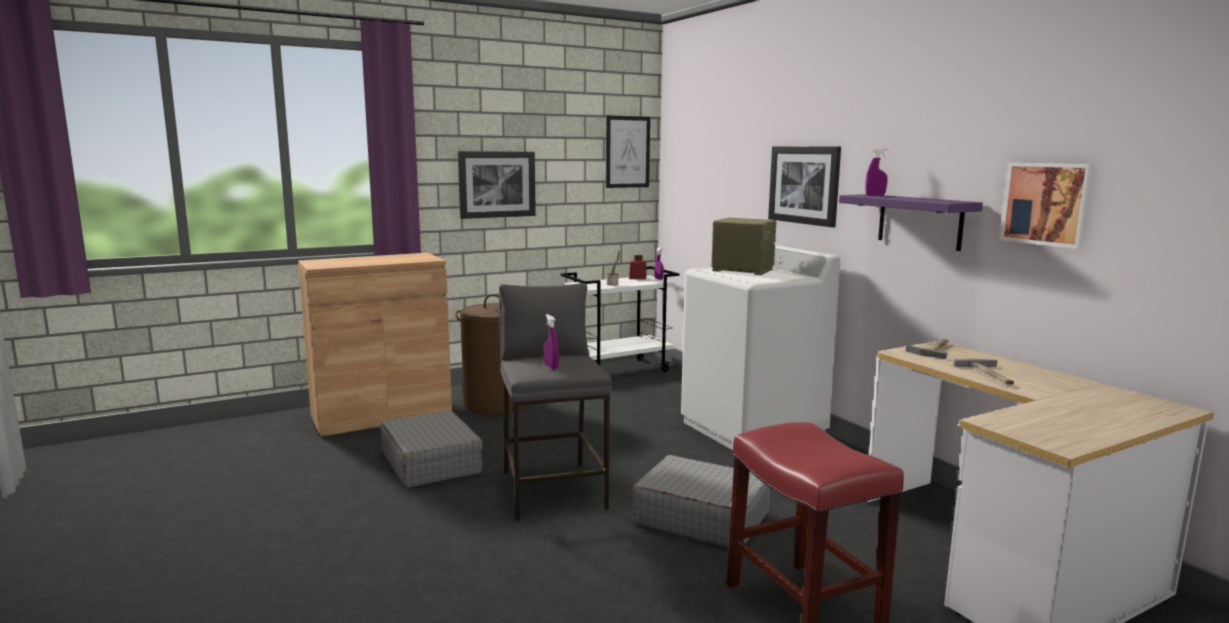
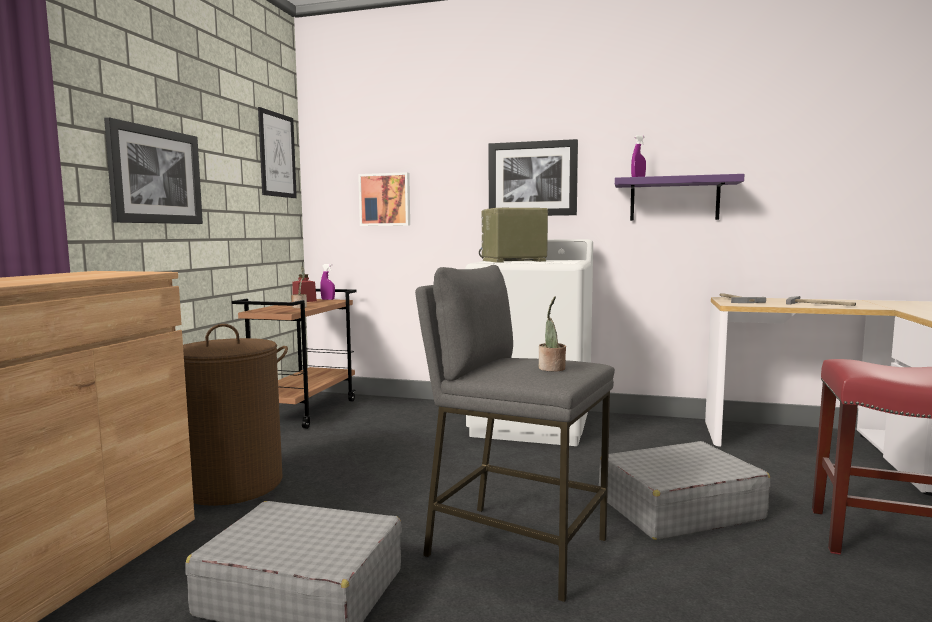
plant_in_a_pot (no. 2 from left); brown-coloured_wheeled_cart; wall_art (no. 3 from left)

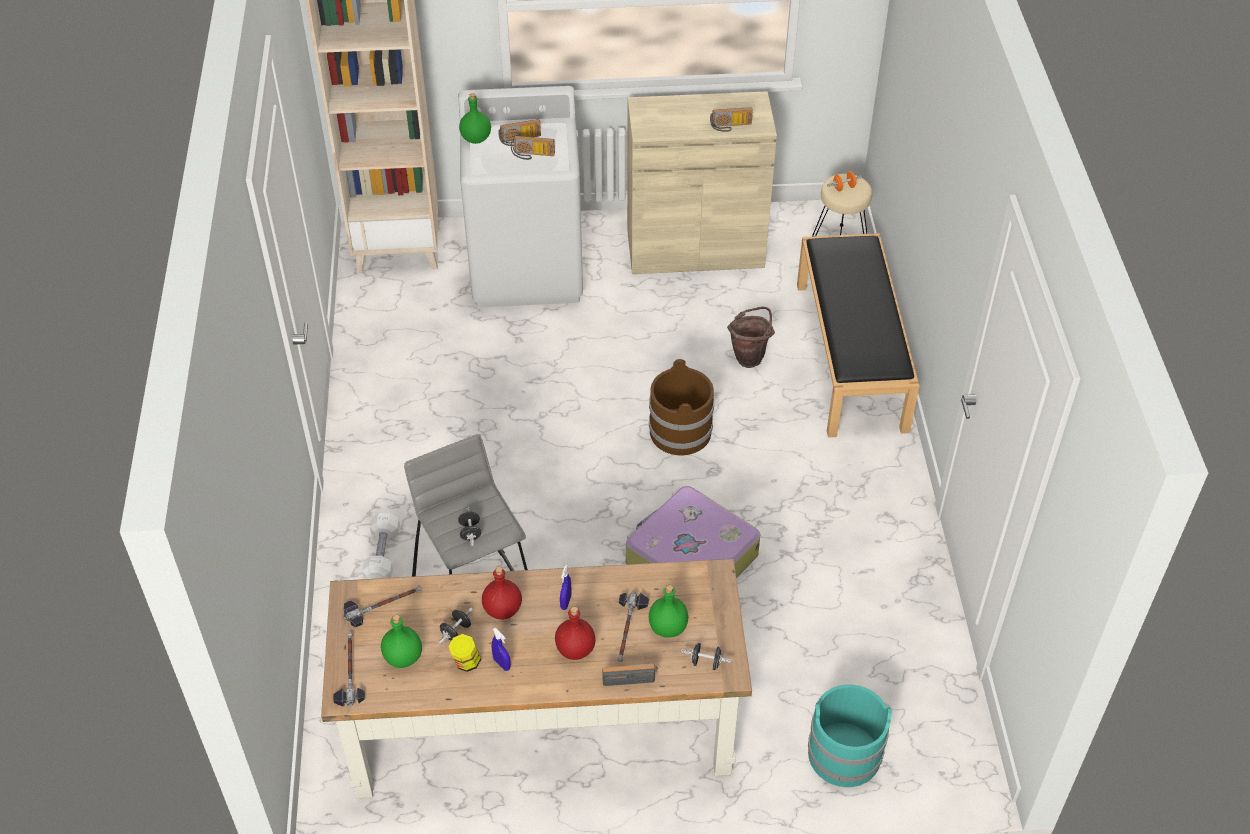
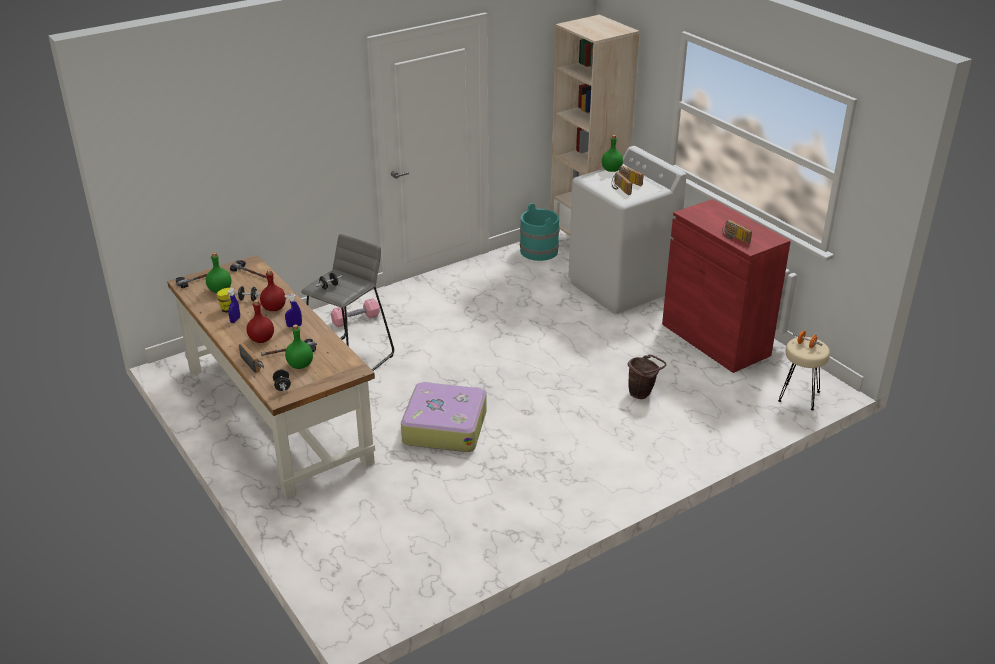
pink_free_weight; red_cabinet; brown-coloured_pail (no. 1 from left in the first image); black_bench; turquoise_pail

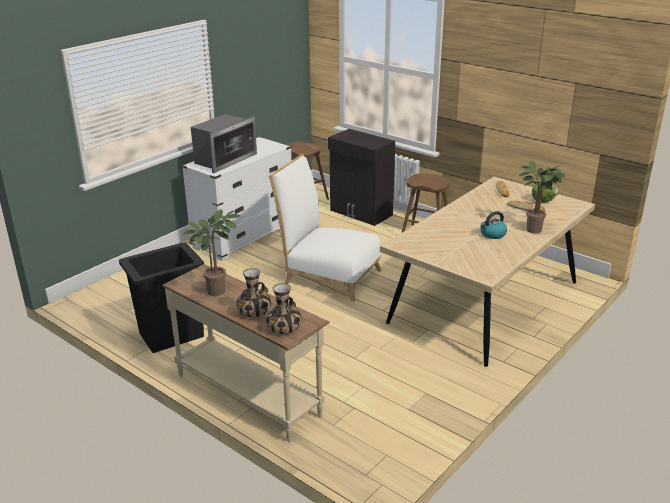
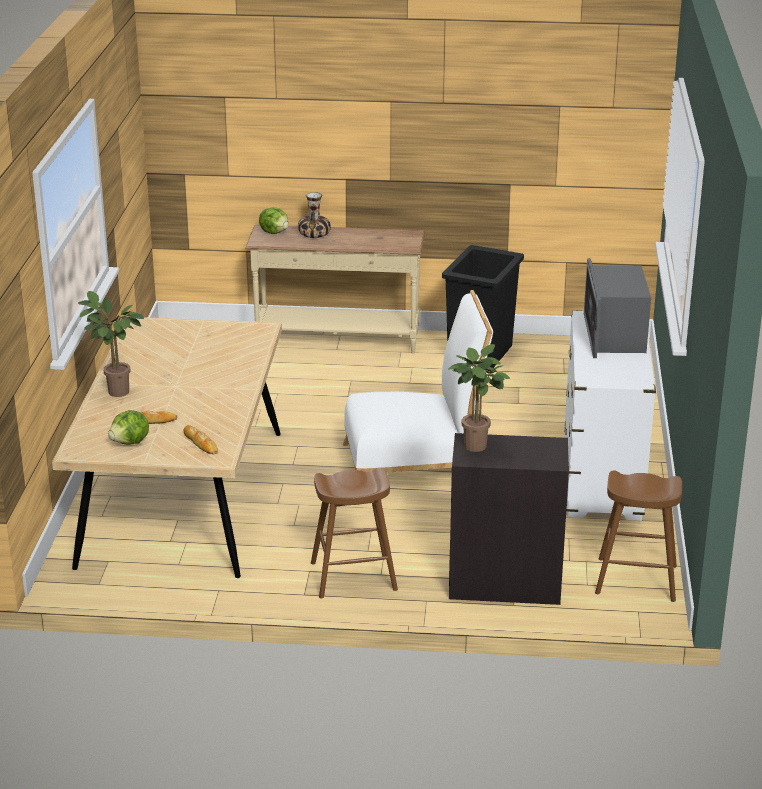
plant_in_a_pot (no. 2 from left); lettuce (no. 2 from left); tea_kettle

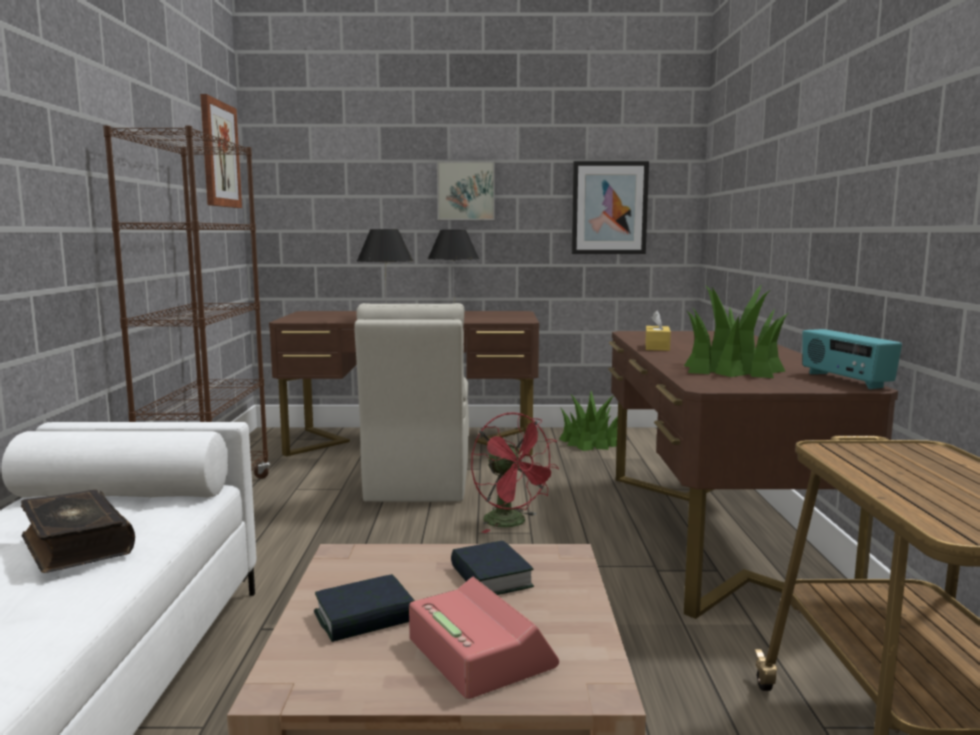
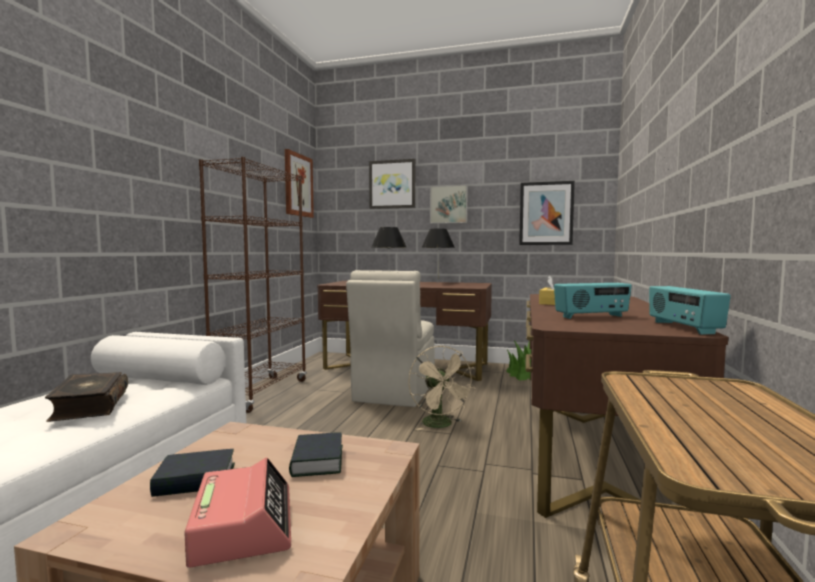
beige_electric_fan; radio_set (no. 1 from left); wall_art (no. 2 from left)

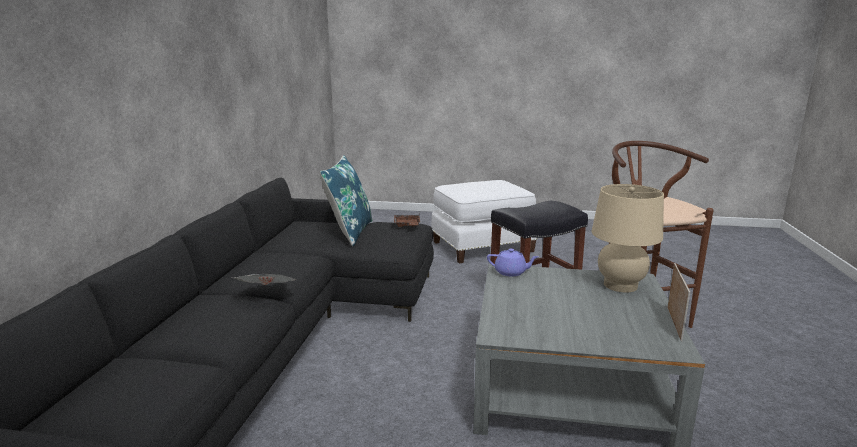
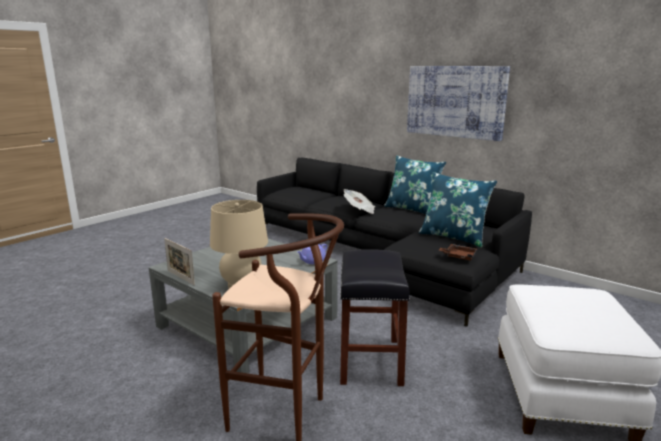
blue_throw_pillow (no. 1 from left); wall_art

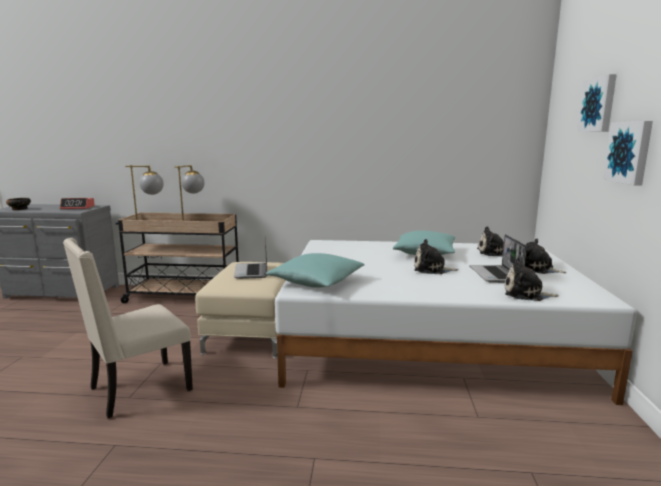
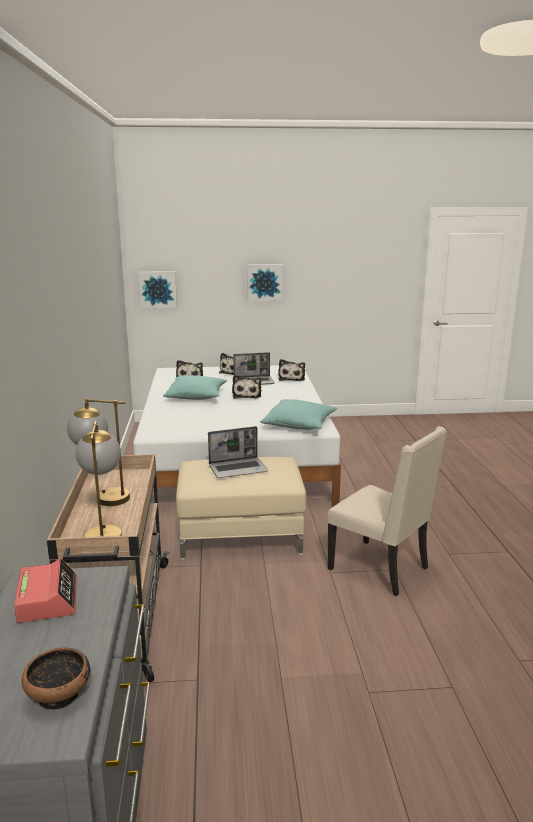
wall_art (no. 1 from left)

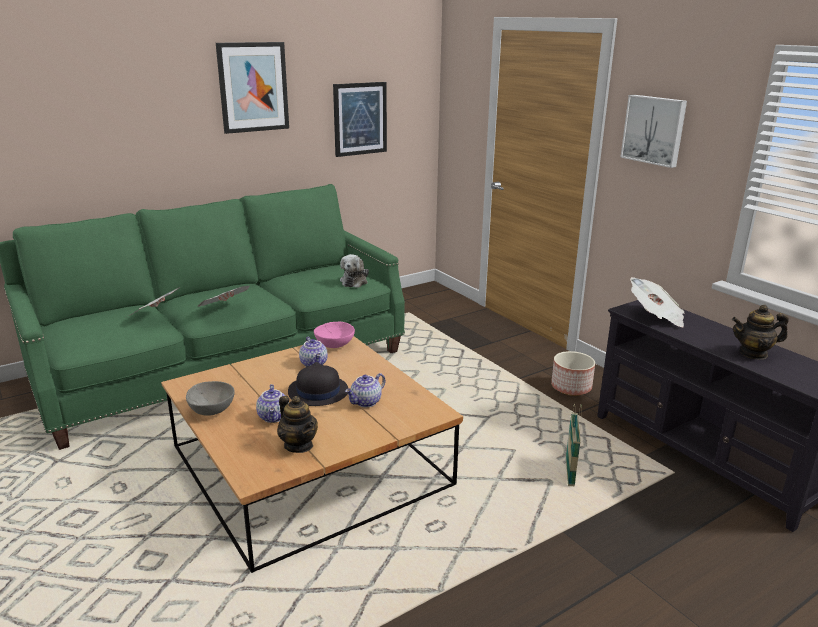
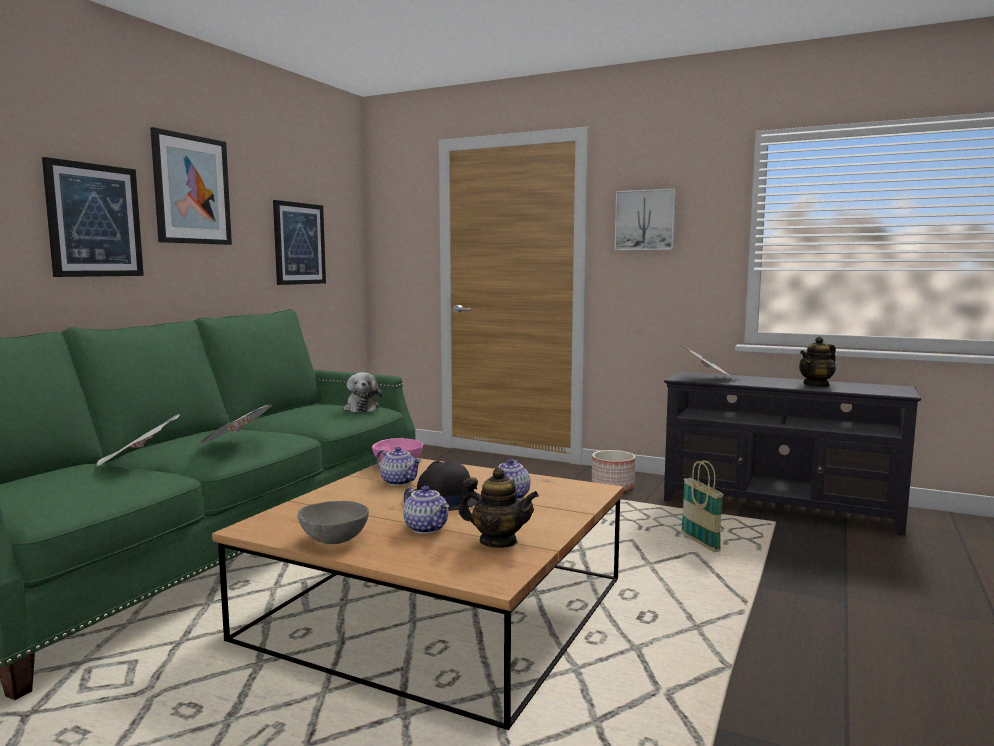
wall_art (no. 1 from left)

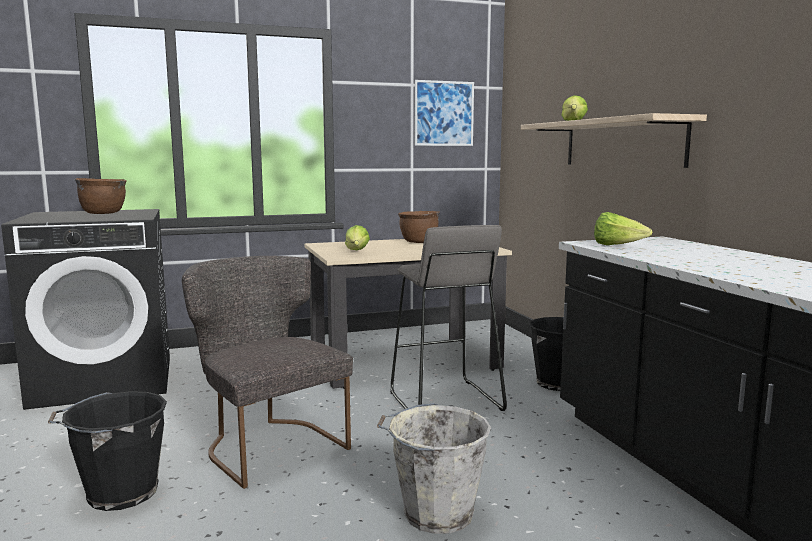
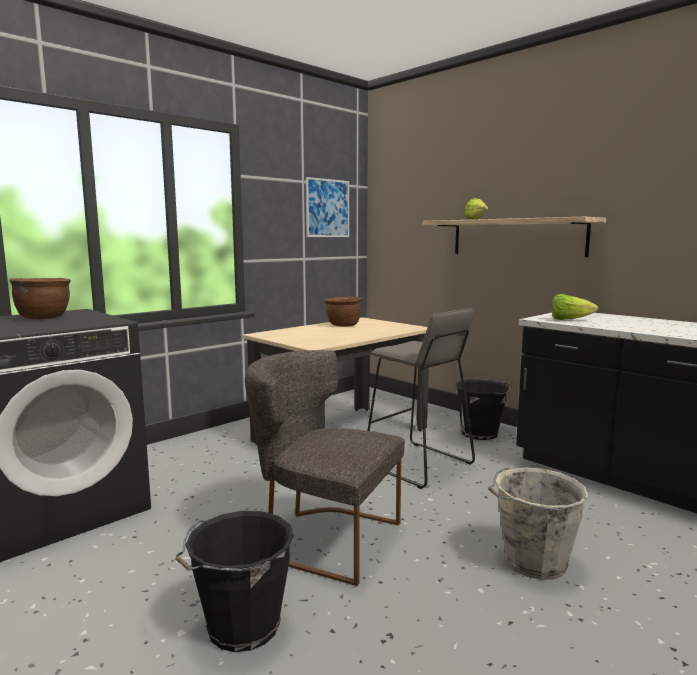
lettuce (no. 1 from left in the first image)

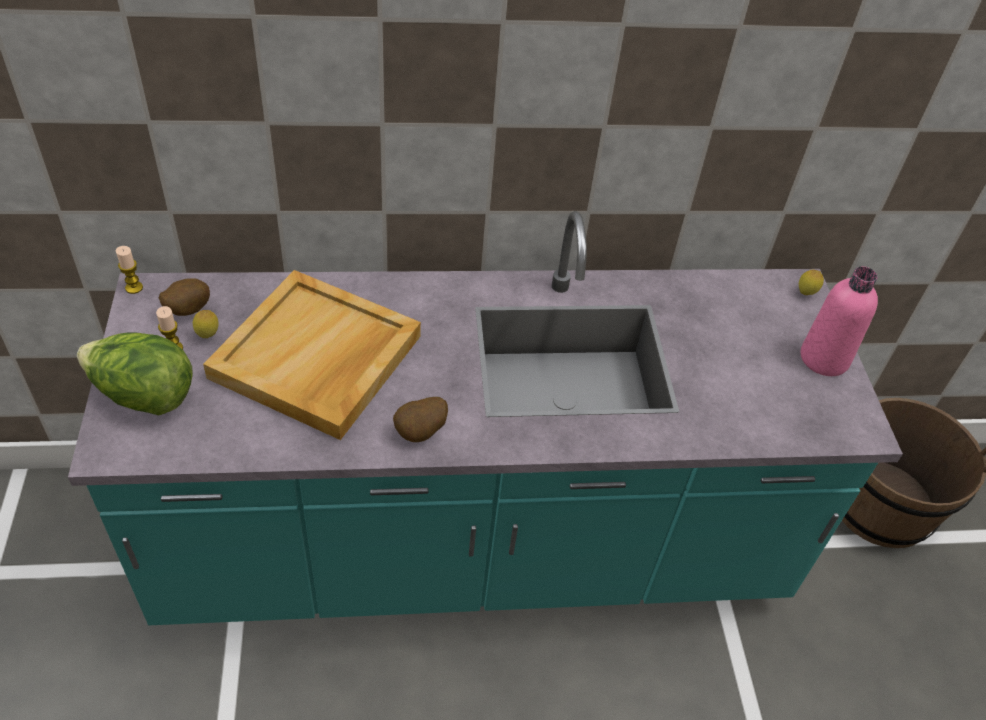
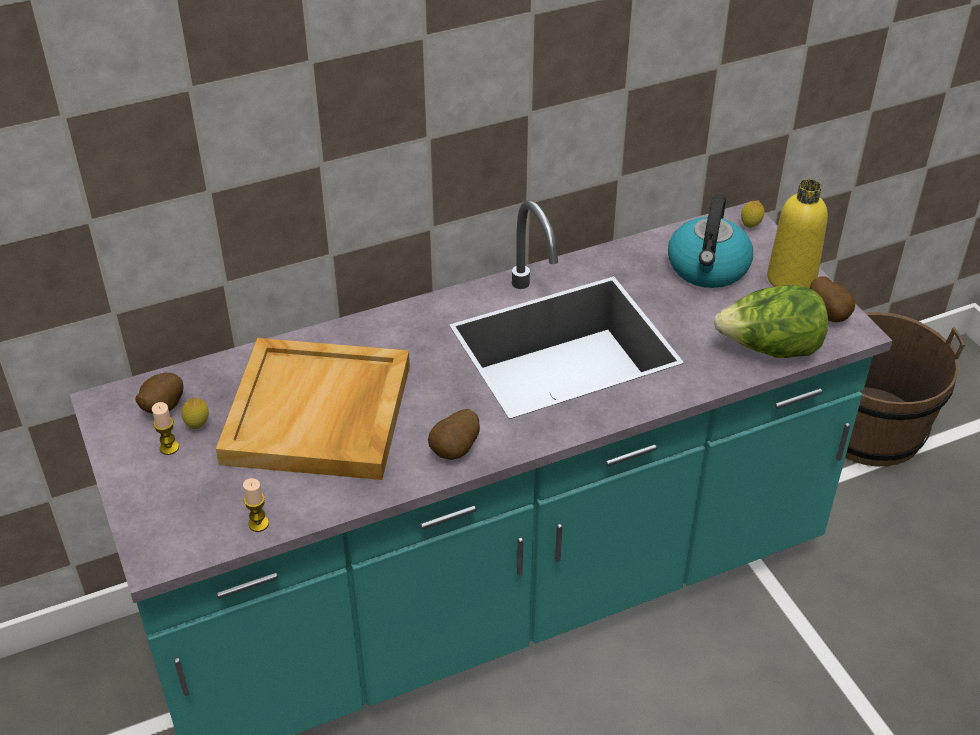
lettuce; candle (no. 2 from left); yellow_beverage_bottle; tea_kettle; whole_potato (no. 3 from left)

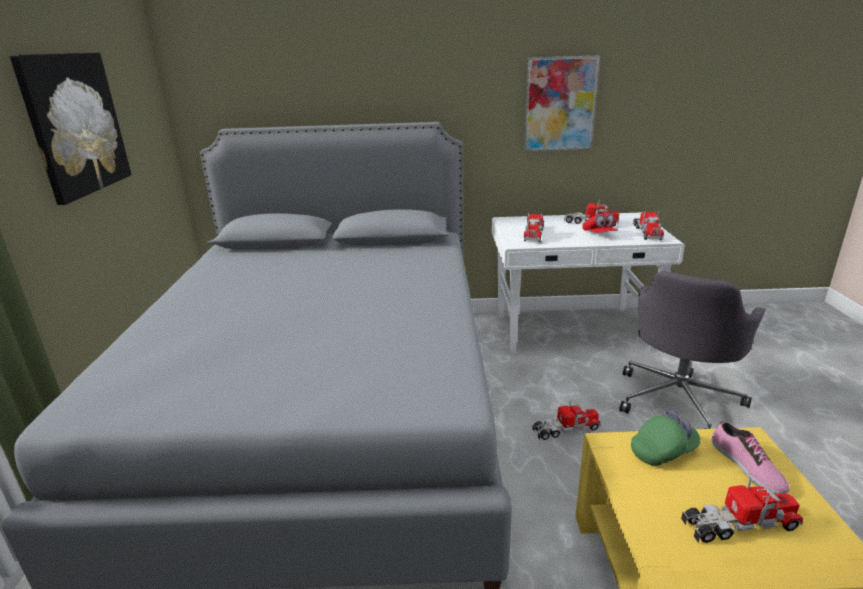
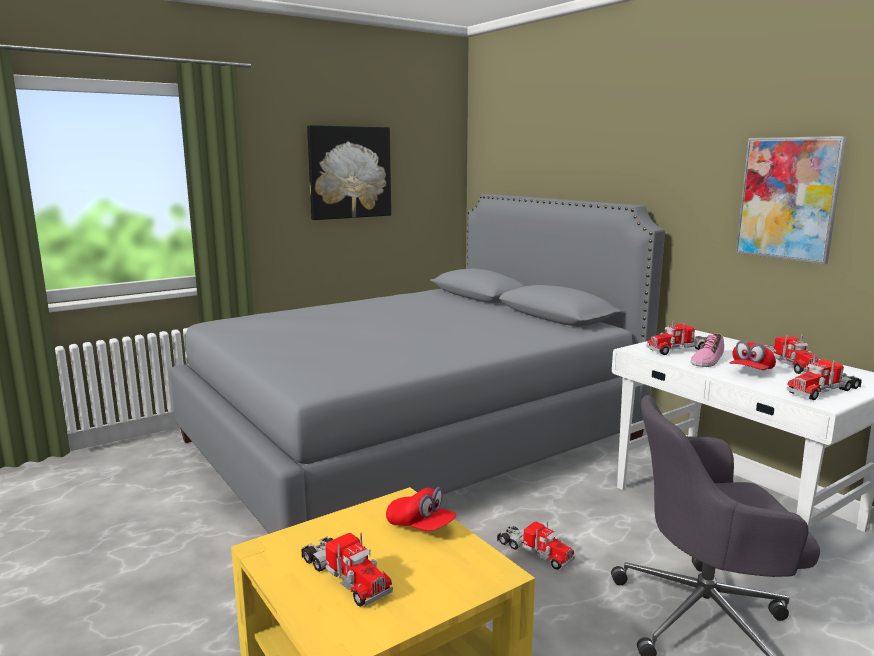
red_cap (no. 1 from left); shoe

